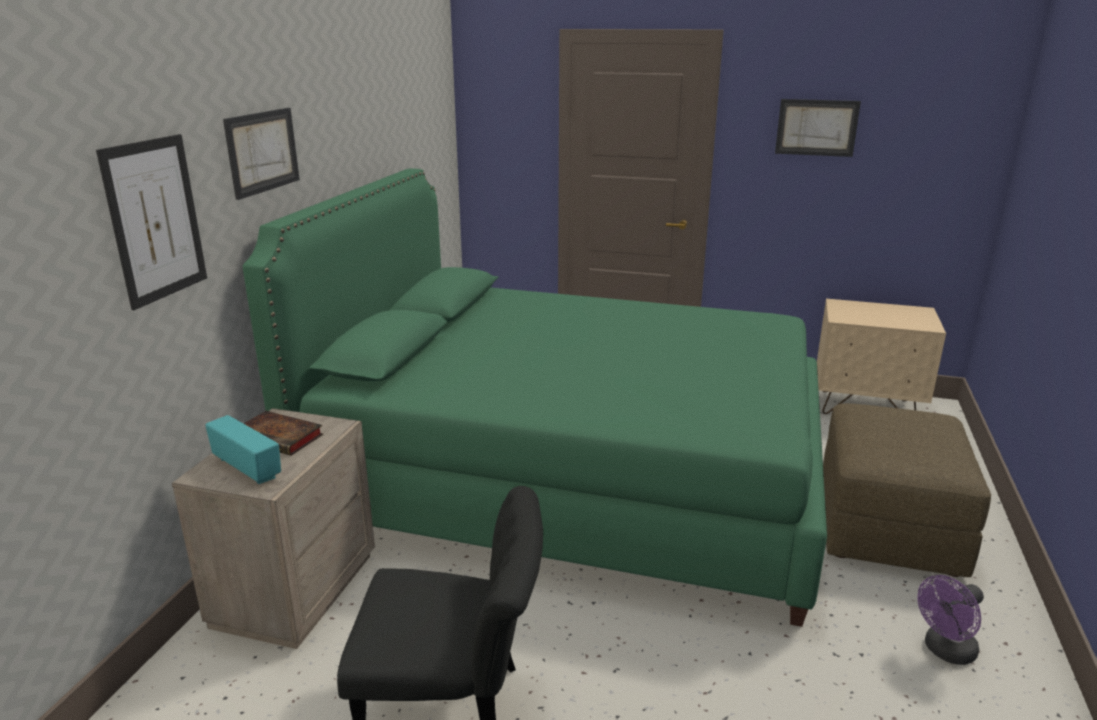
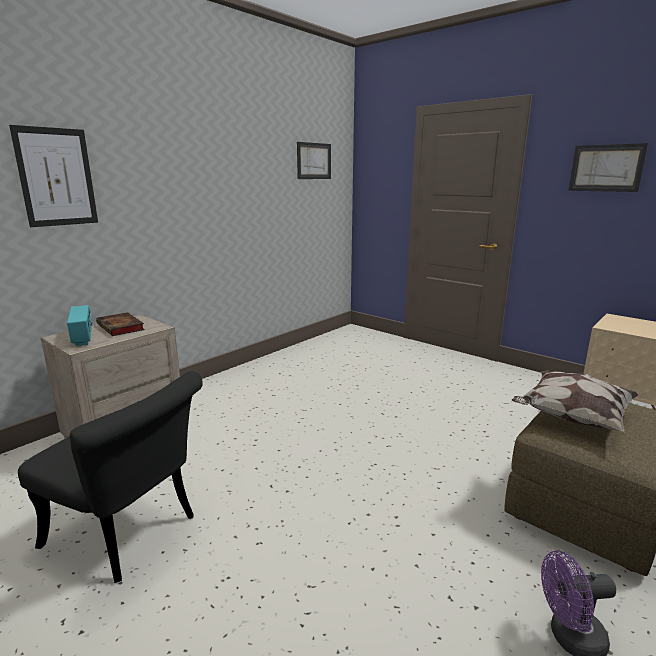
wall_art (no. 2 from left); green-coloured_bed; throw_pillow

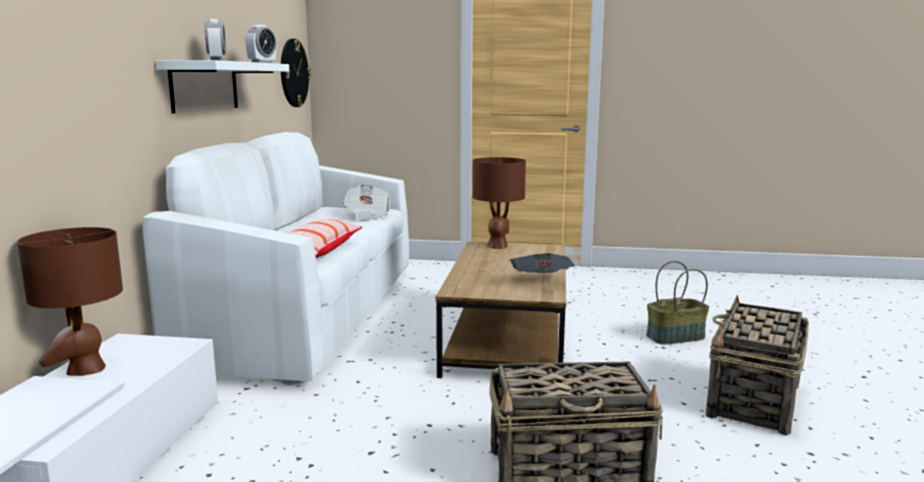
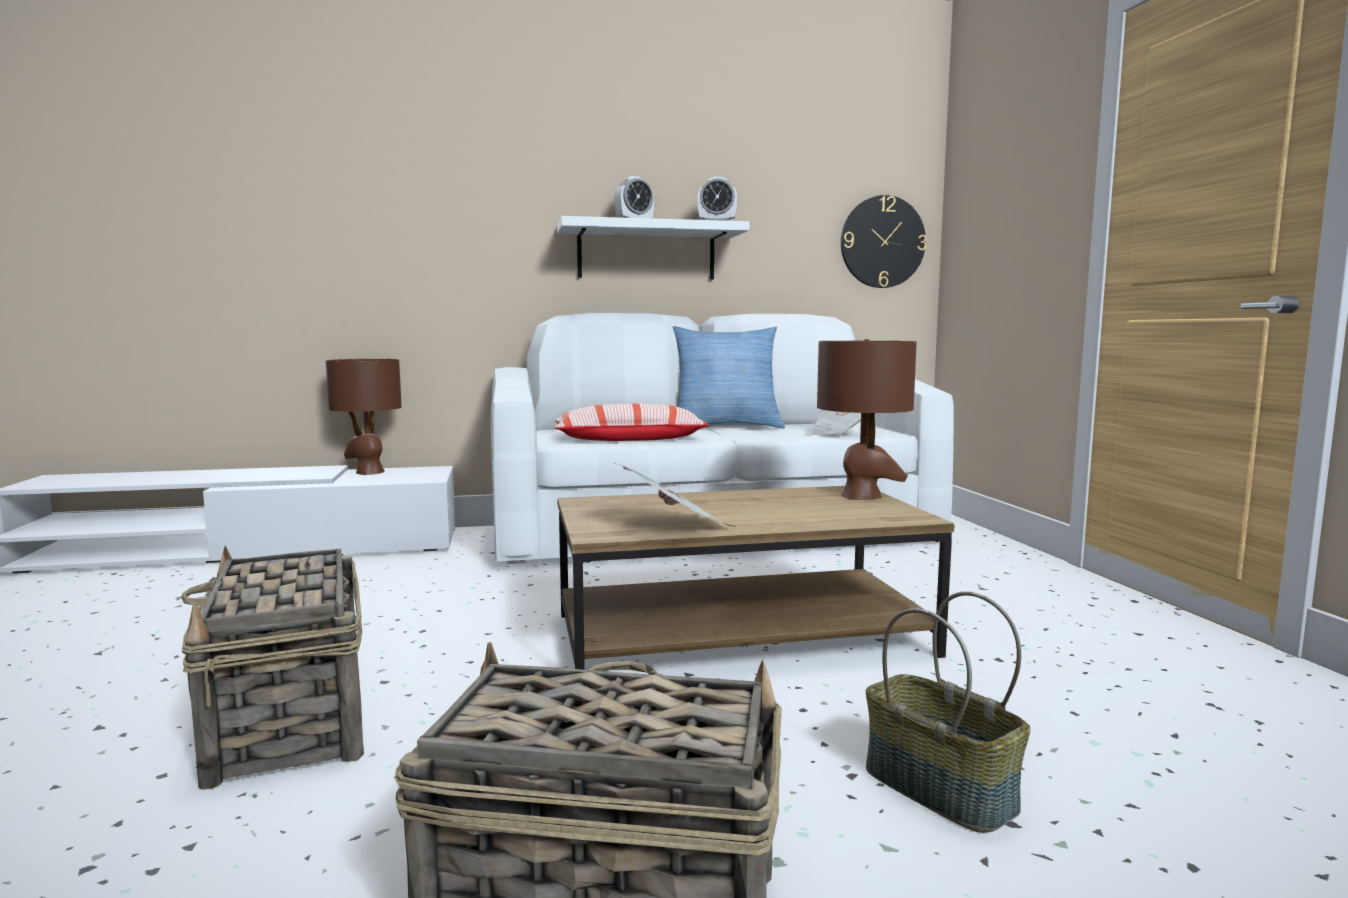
throw_pillow (no. 2 from left)

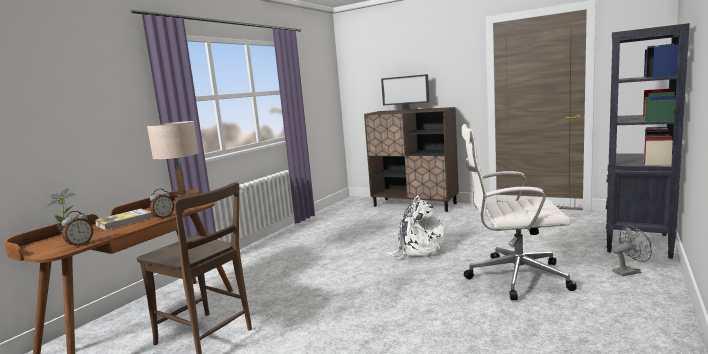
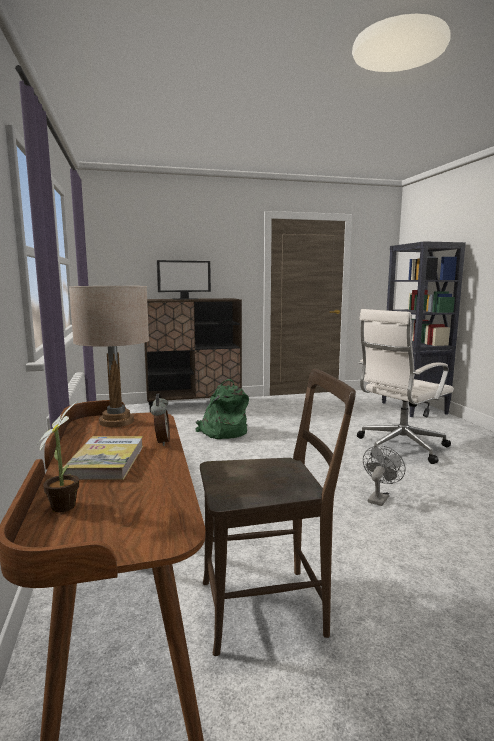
alarm_clock (no. 1 from left in the first image); whitish_backpack; gray_electric_fan; green-coloured_backpack

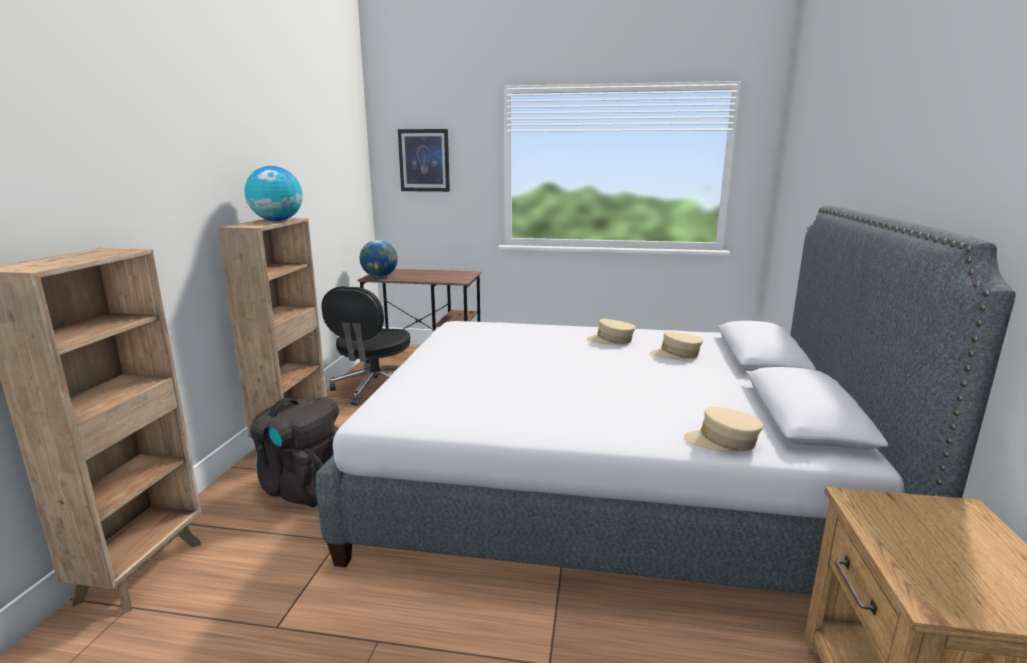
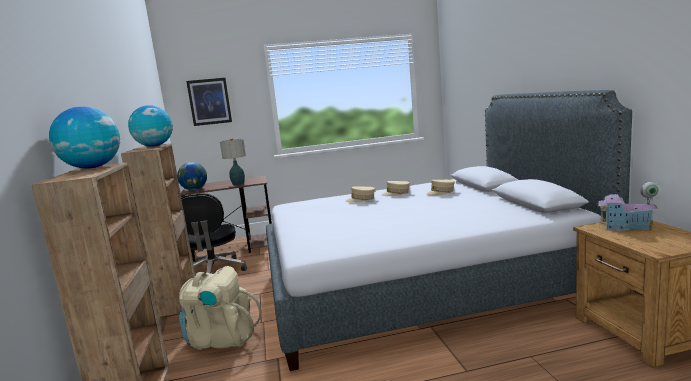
beige_backpack; beige_cap (no. 1 from left); world_globe (no. 1 from left); lamp_for_a_table; model_house

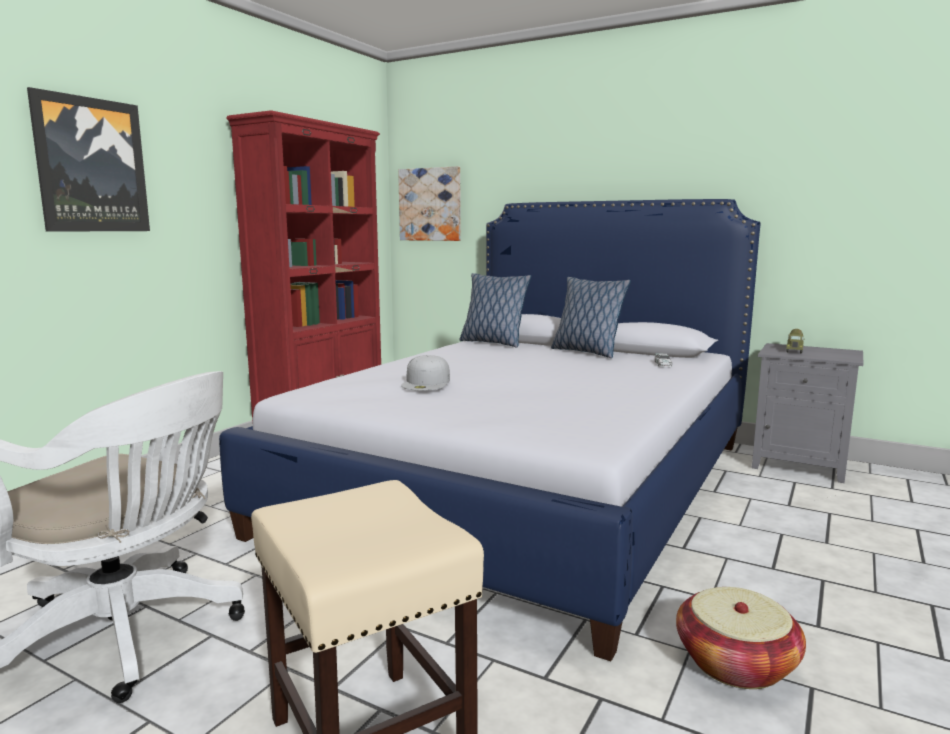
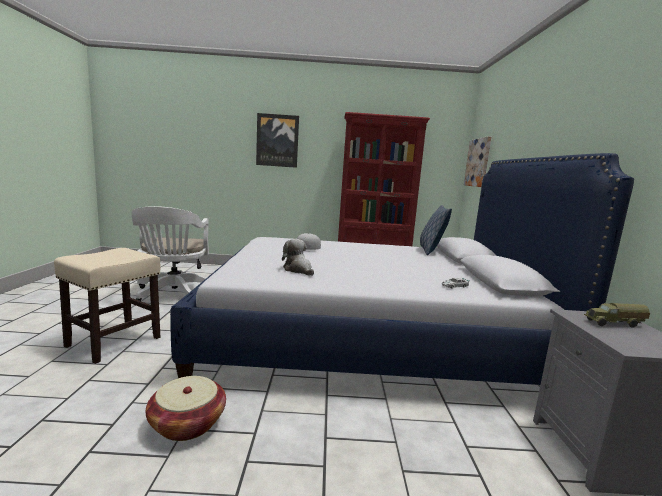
throw_pillow (no. 2 from left in the first image); cuddly_toy

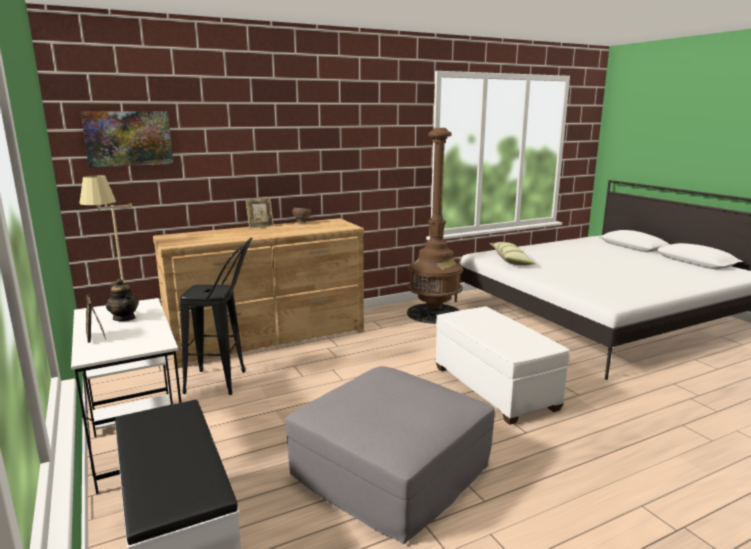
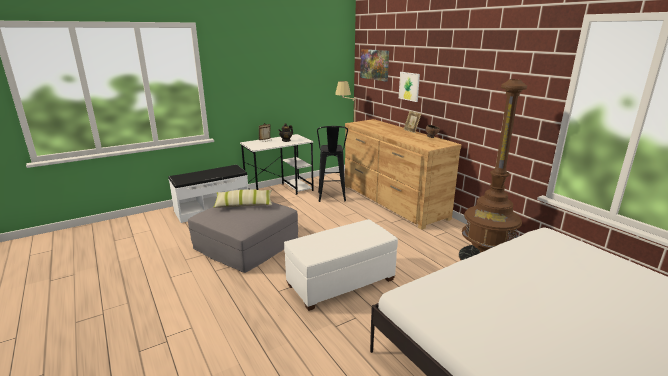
throw_pillow; wall_art (no. 2 from left)

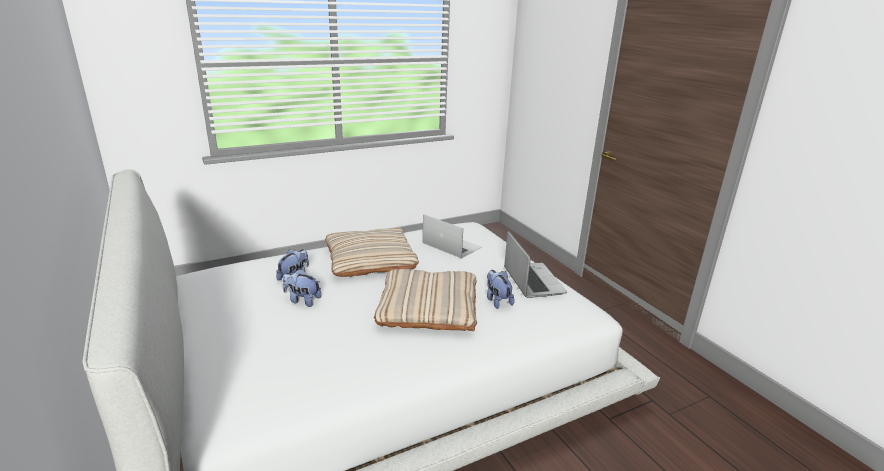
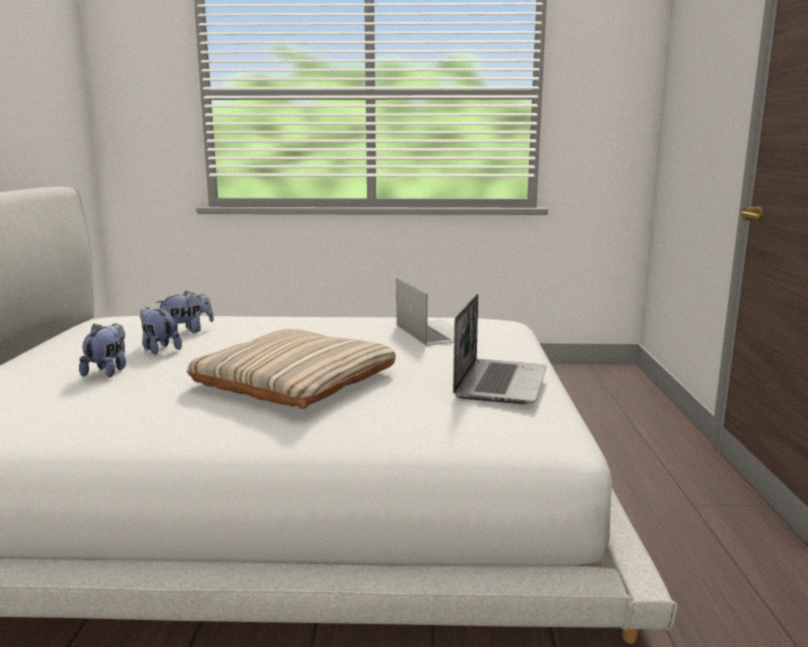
beige_throw_pillow (no. 1 from left in the first image); cuddly_toy (no. 1 from left)

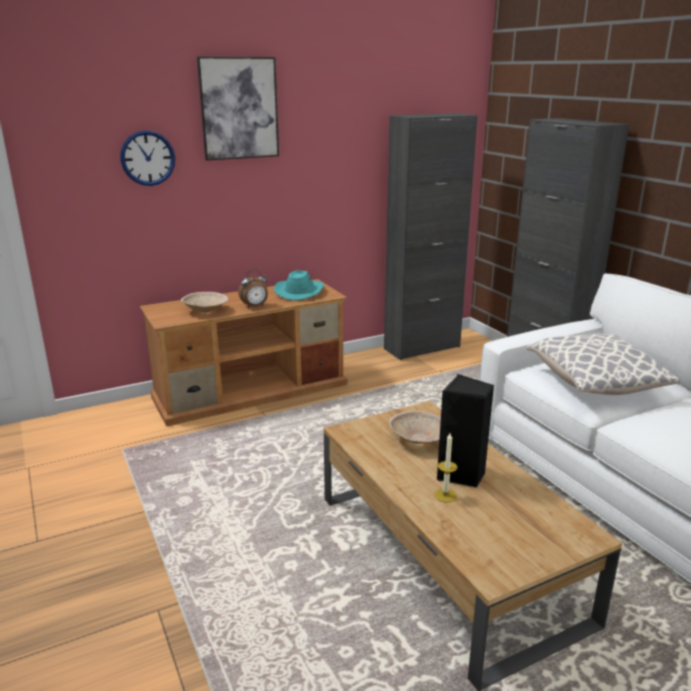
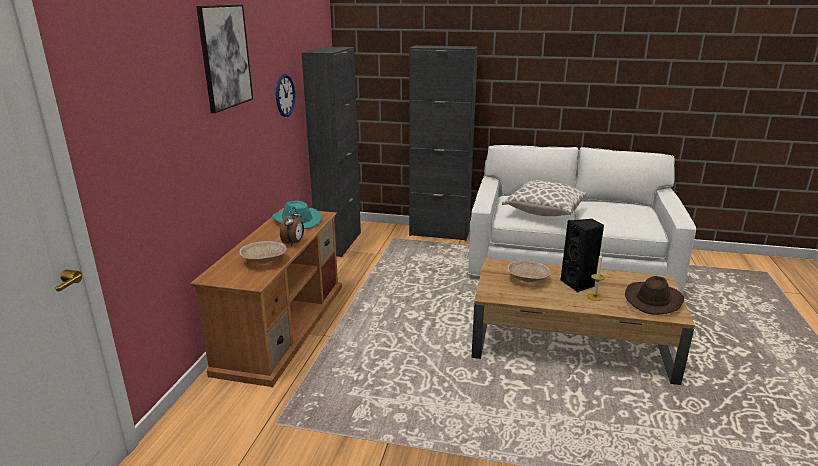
wall_clock; brown-coloured_hat

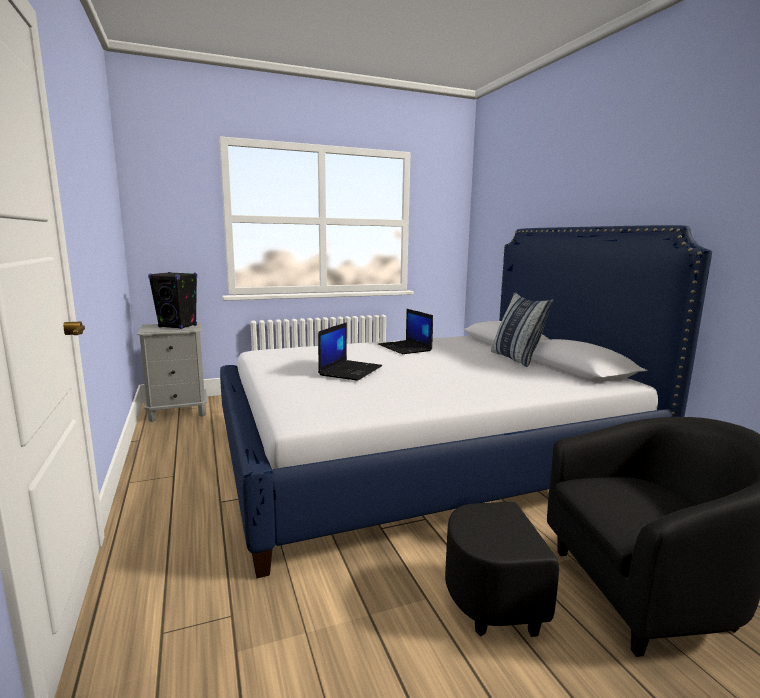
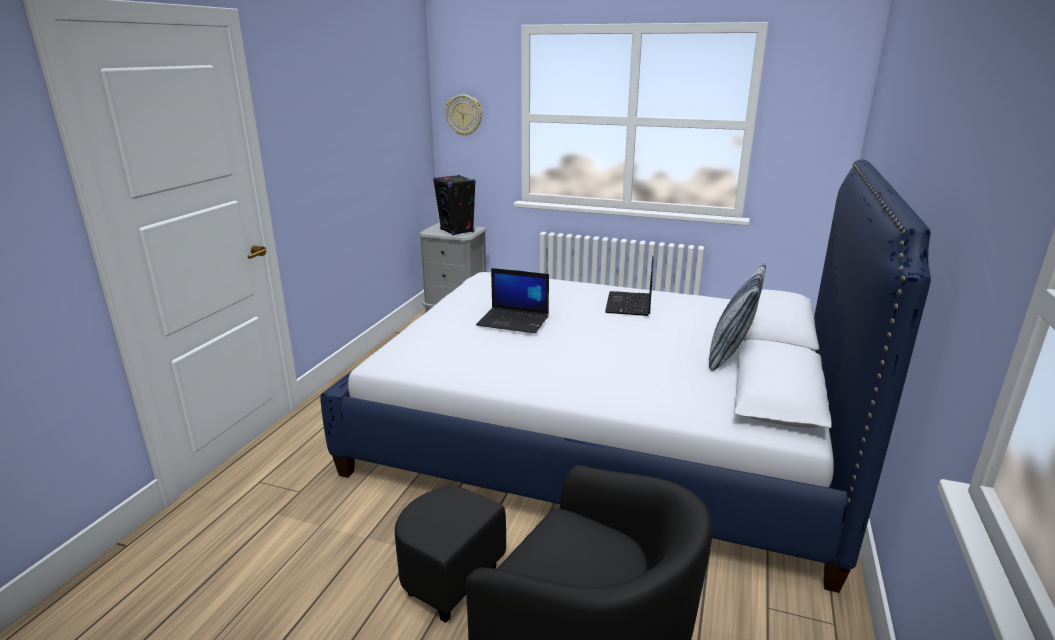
portable_computer (no. 1 from left); wall_clock

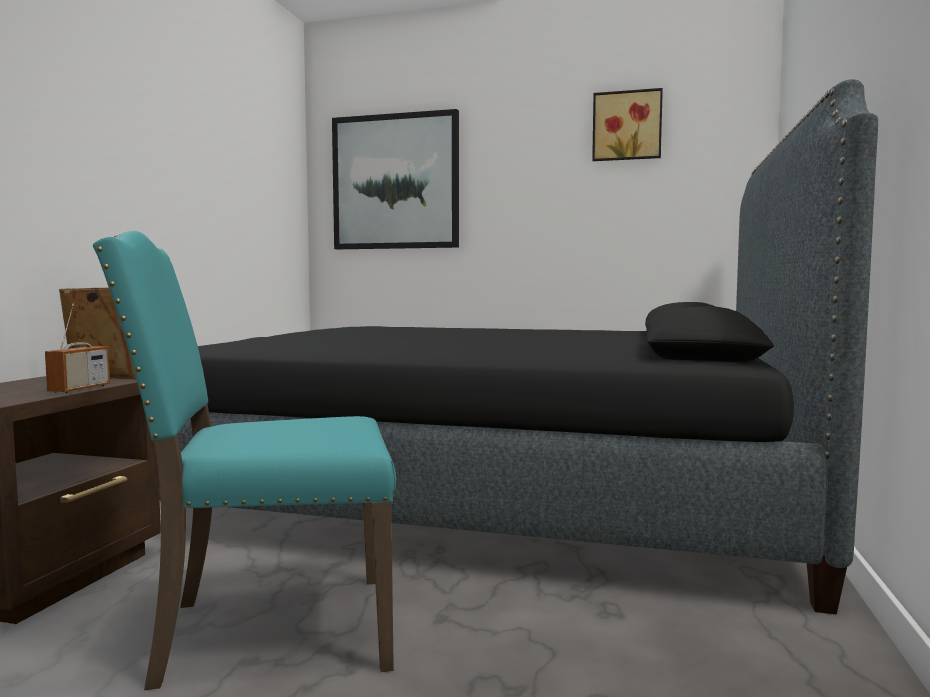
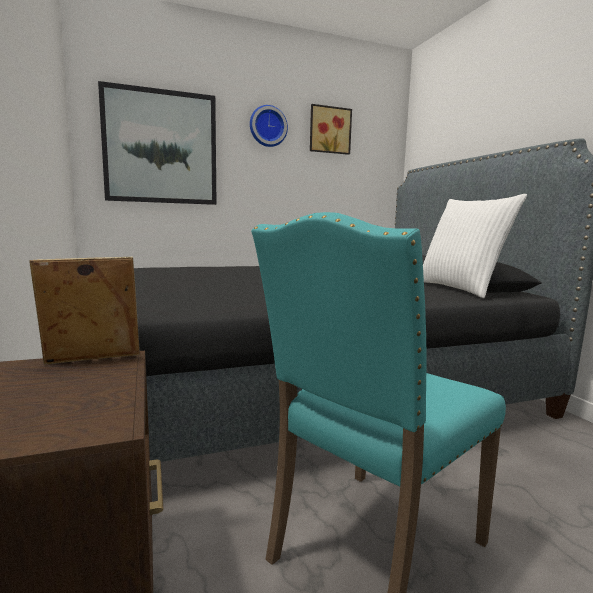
radio_set; wall_clock; whitish_throw_pillow

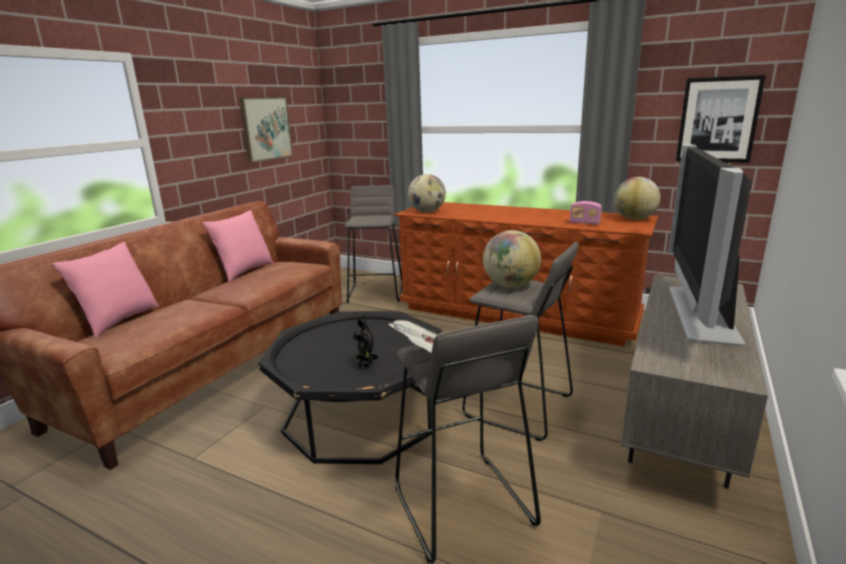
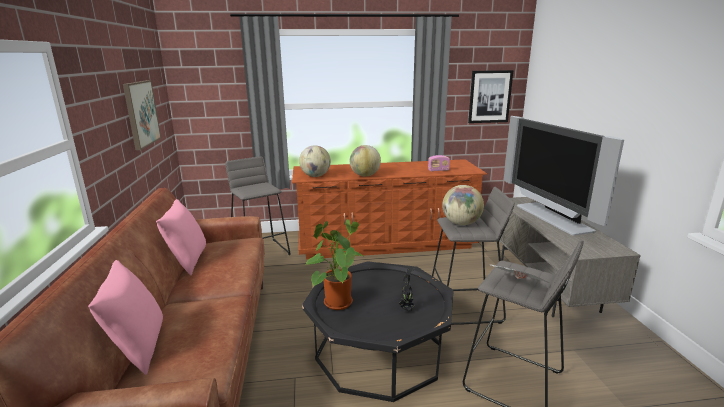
world_globe (no. 2 from left); plant_in_a_pot (no. 1 from left)

